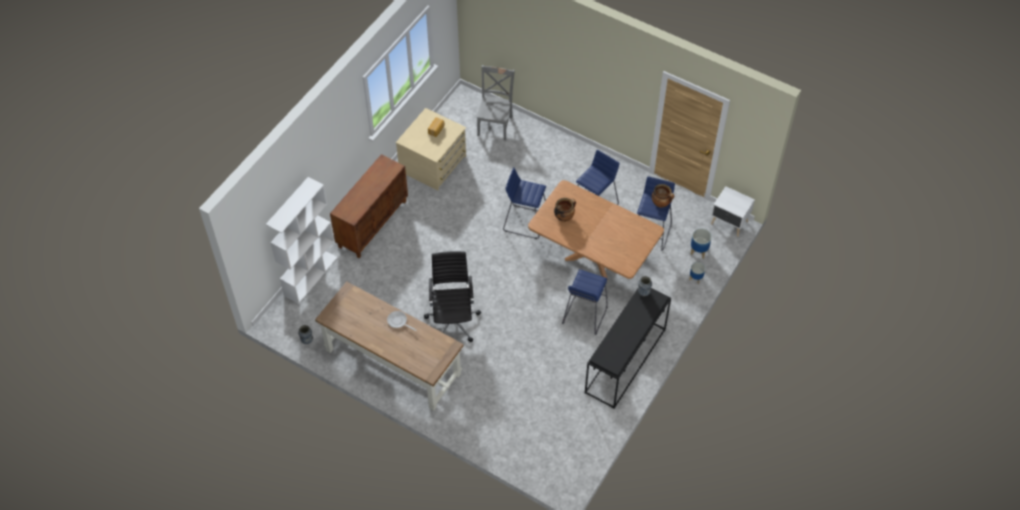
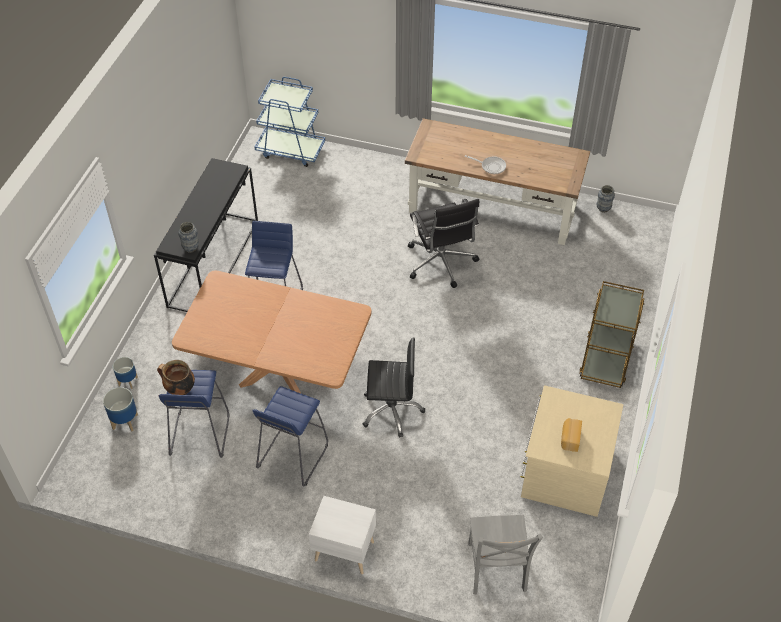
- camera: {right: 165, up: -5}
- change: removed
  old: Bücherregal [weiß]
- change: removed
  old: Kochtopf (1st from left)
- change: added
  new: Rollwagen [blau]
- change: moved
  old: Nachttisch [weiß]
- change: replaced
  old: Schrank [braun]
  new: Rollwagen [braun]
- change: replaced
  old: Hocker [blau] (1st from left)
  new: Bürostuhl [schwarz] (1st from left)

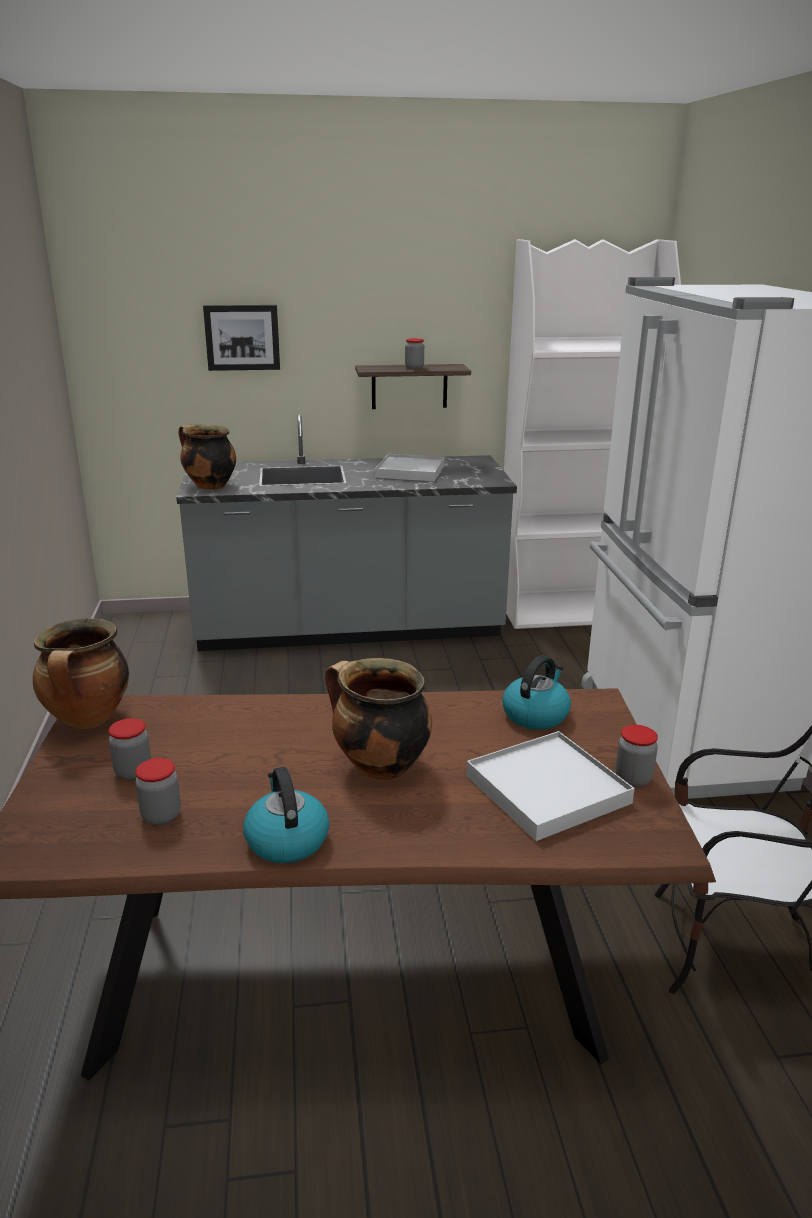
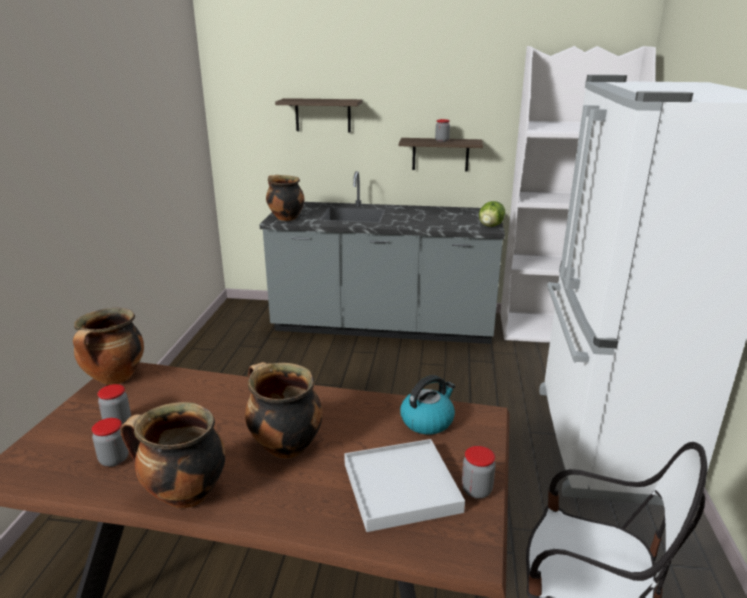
- camera: {right: 15, up: 0}
- change: removed
  old: Tablett [weiß] (1st from left)
- change: added
  new: Salatkopf
- change: replaced
  old: Bild
  new: Wandregal (1st from left)
- change: replaced
  old: Wasserkessel (1st from left)
  new: Kochtopf (2nd from left)

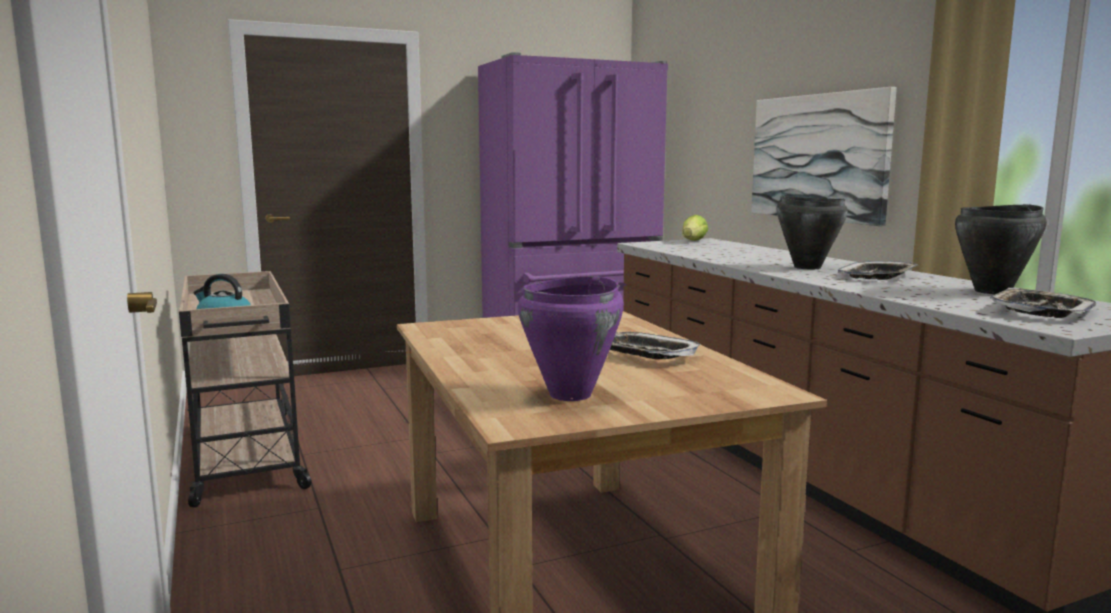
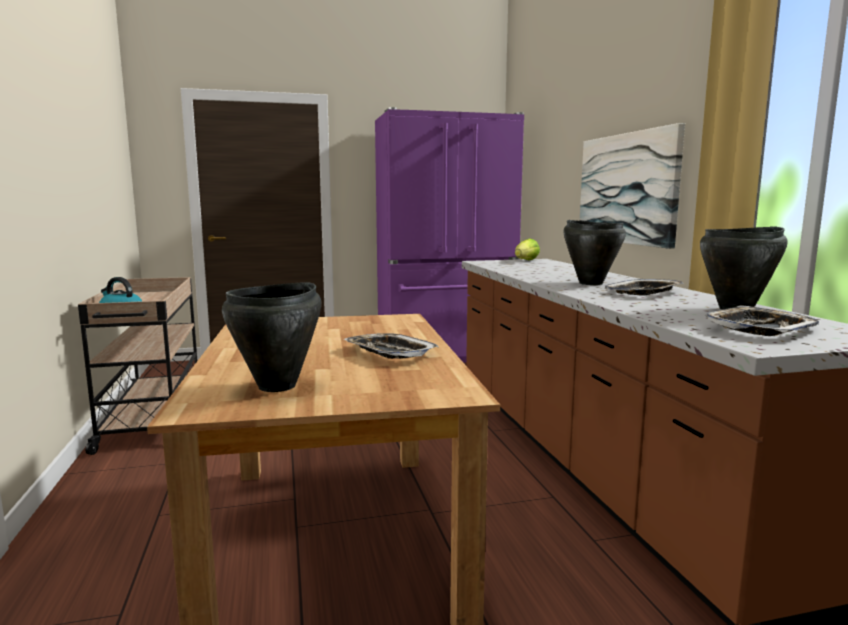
- camera: {right: 10, up: 0}
- change: recoloured
  old: Kochtopf [lila]
  new: Kochtopf [schwarz] (1st from left)

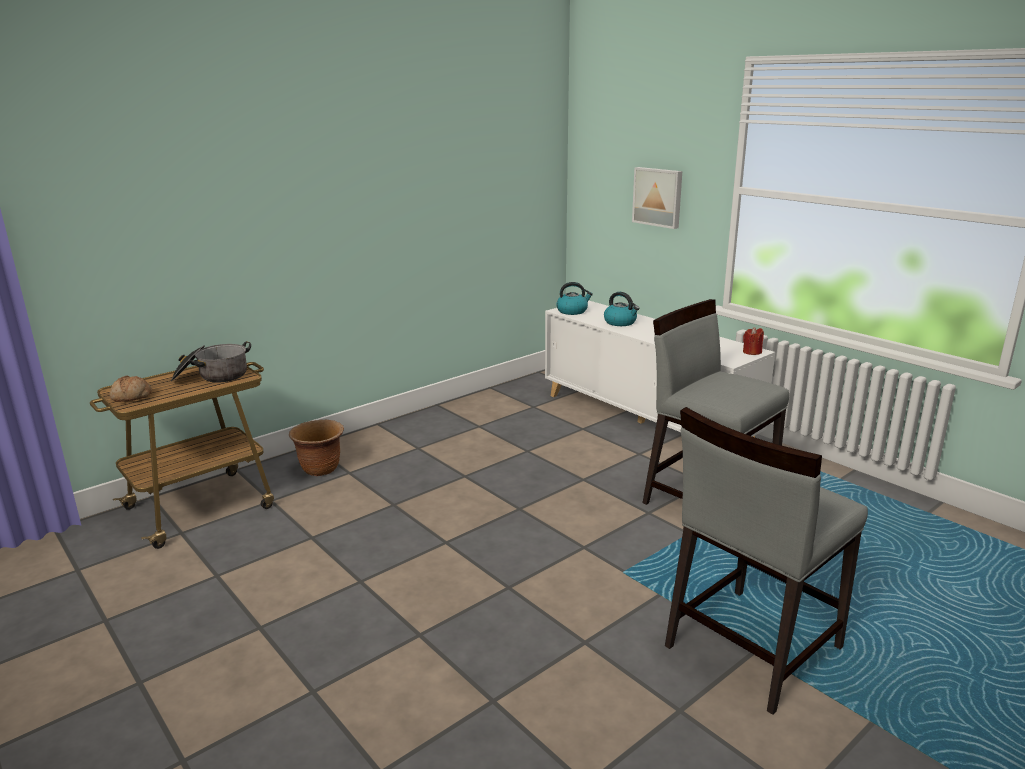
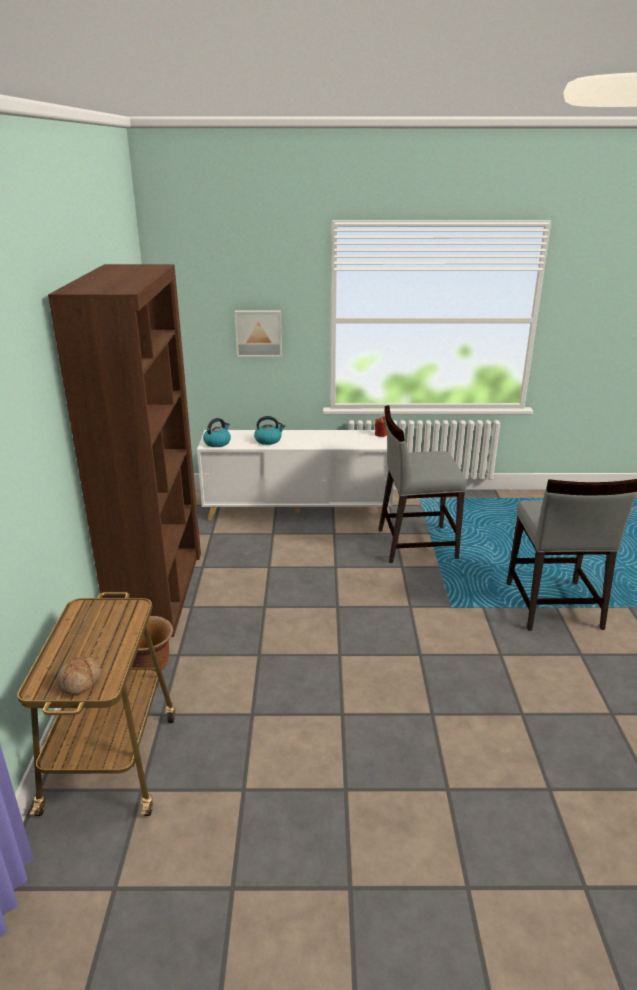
- camera: {right: -50, up: 5}
- change: removed
  old: Kochtopf
- change: added
  new: Bücherregal [braun]

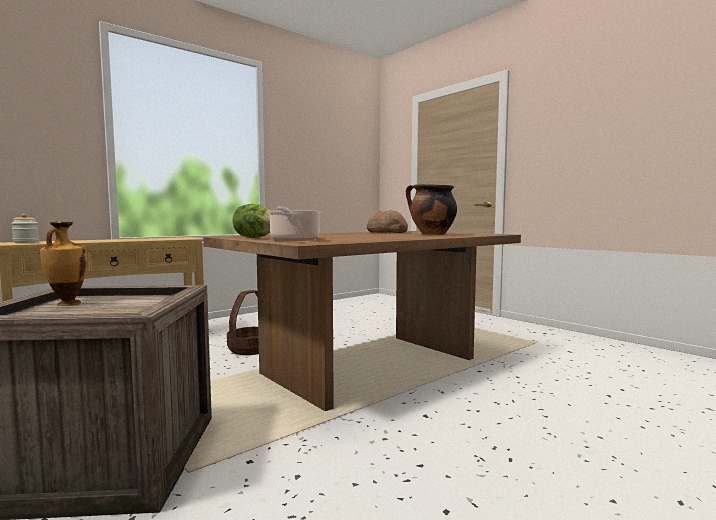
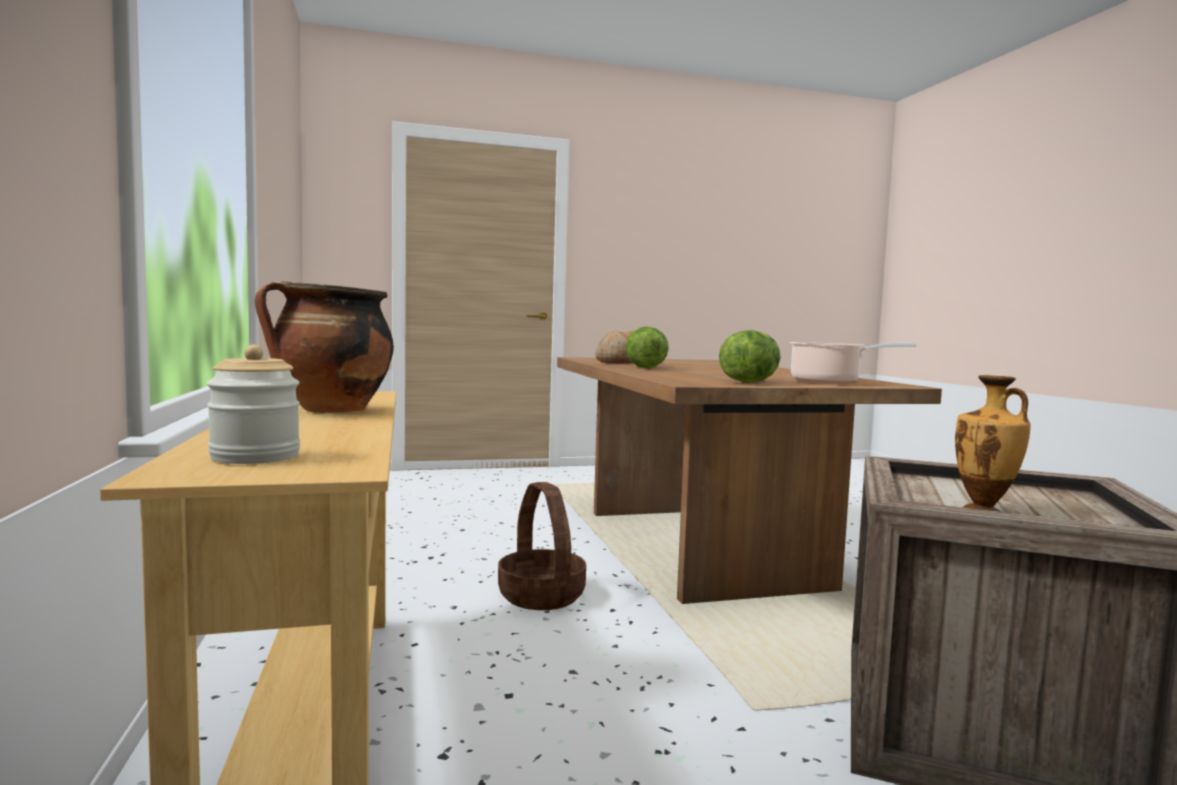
- camera: {right: -65, up: 0}
- change: added
  new: Salatkopf (1st from left)
- change: moved
  old: Kochtopf (2nd from left in the first image)
  new: Kochtopf (1st from left)

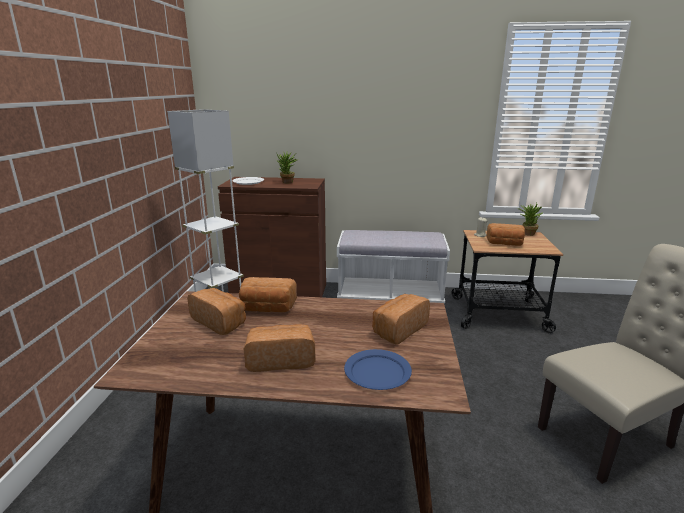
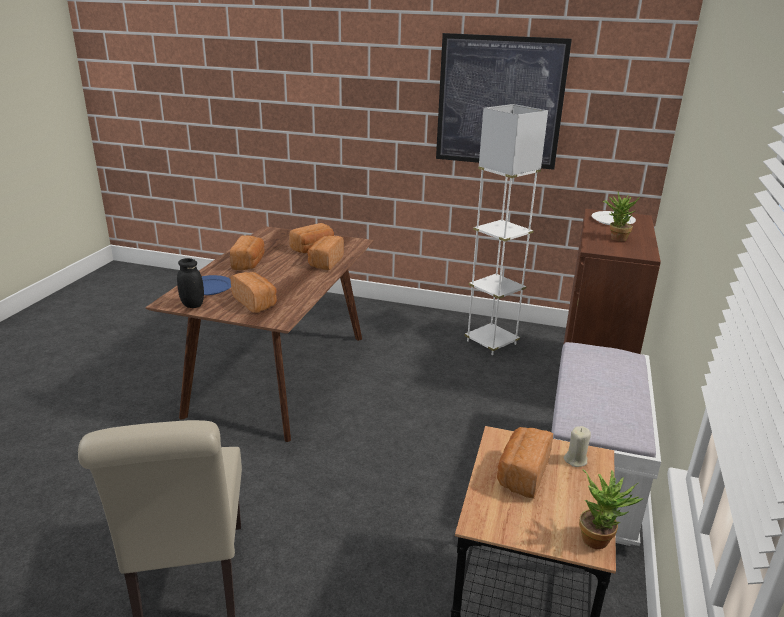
- camera: {right: 100, up: 5}
- change: added
  new: Vorratsglas [schwarz]
- change: added
  new: Bild

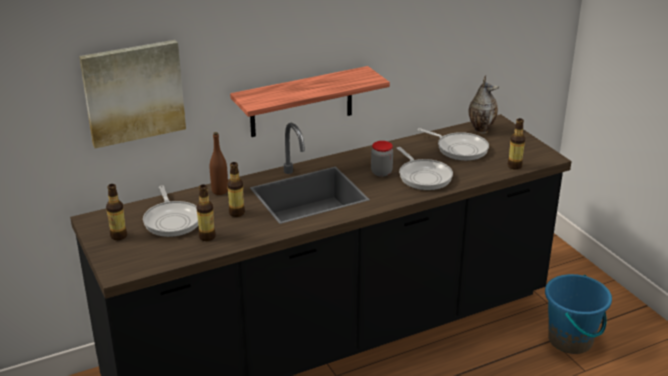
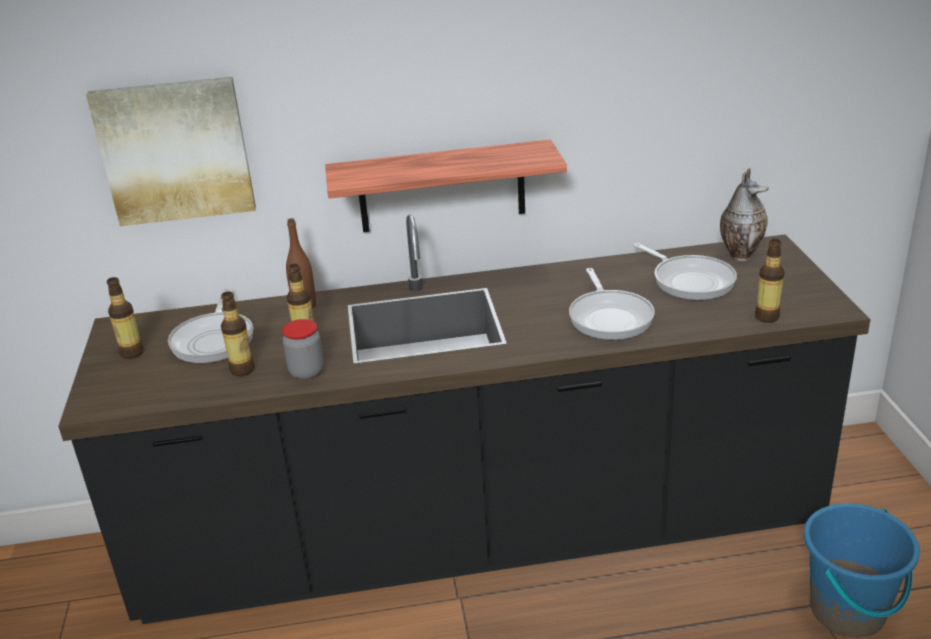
- camera: {right: 20, up: 0}
- change: moved
  old: Vorratsglas

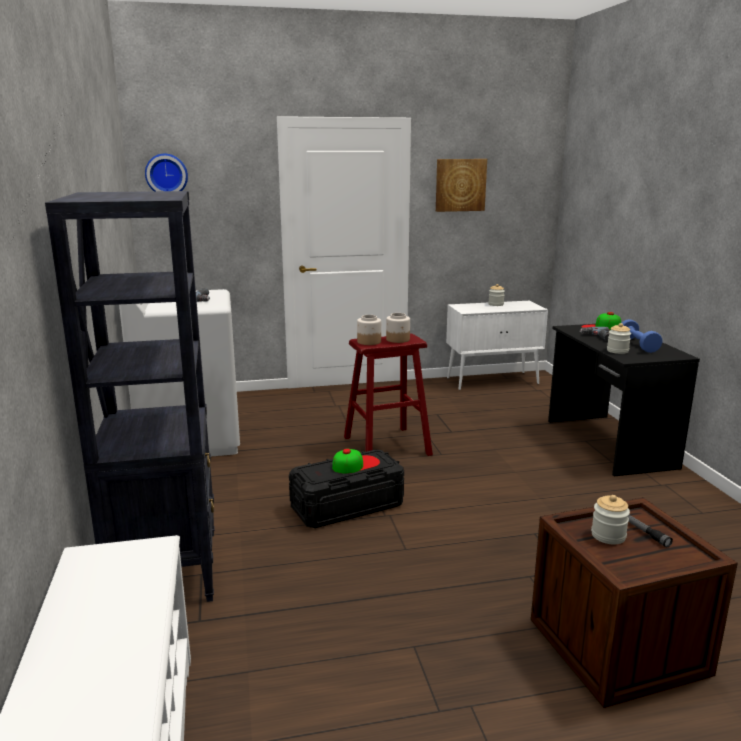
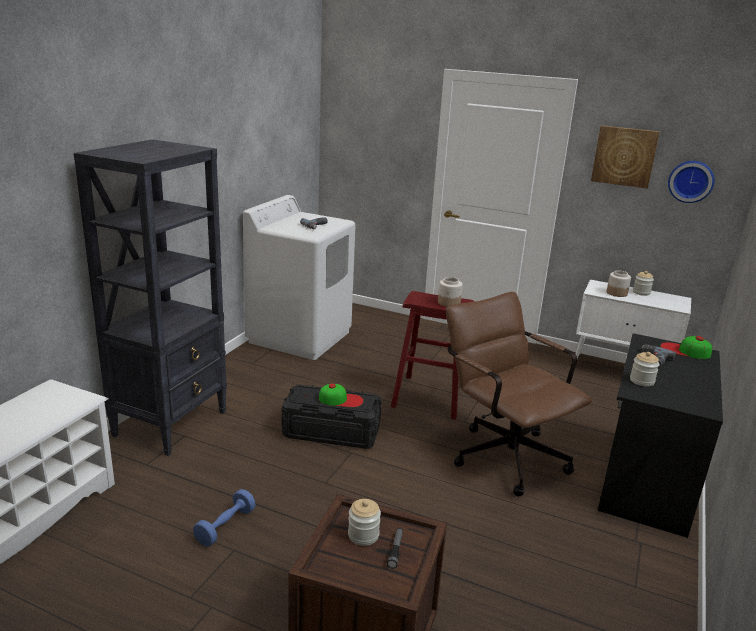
- camera: {right: 35, up: 5}
- change: added
  new: Bürostuhl [braun]
- change: moved
  old: Wanduhr
- change: moved
  old: Vorratsglas (1st from left in the first image)
  new: Vorratsglas (3rd from left)
- change: moved
  old: Hantel [blau]

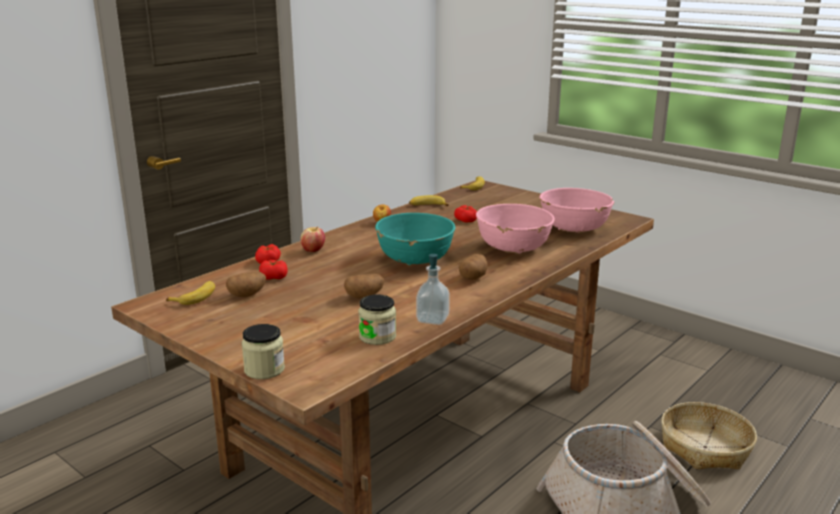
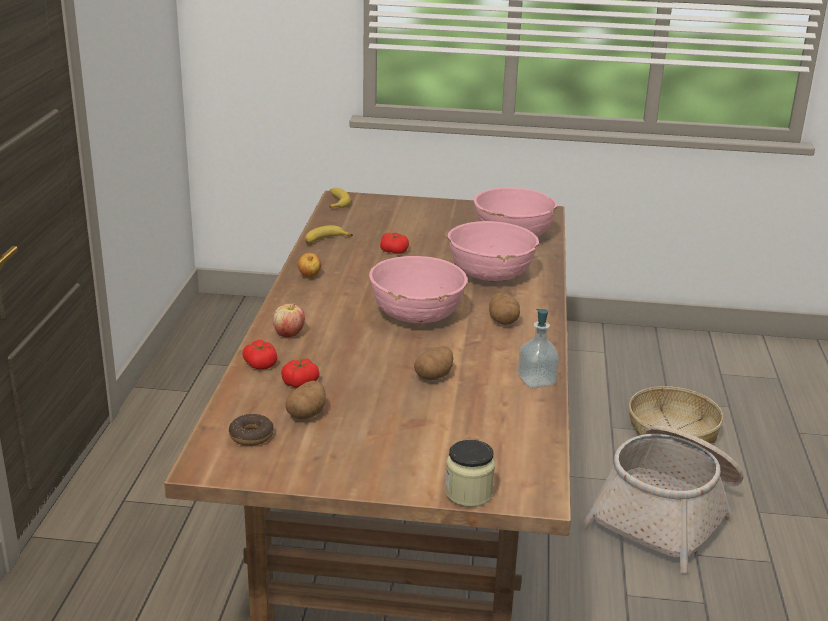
- camera: {right: -35, up: 5}
- change: removed
  old: Vorratsglas (2nd from left)
- change: replaced
  old: Banane (1st from left)
  new: Donut
- change: recoloured
  old: Schüssel [türkis]
  new: Schüssel [rosa] (1st from left)

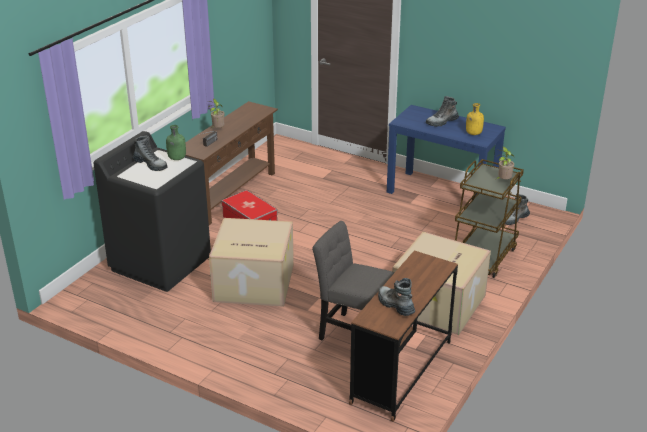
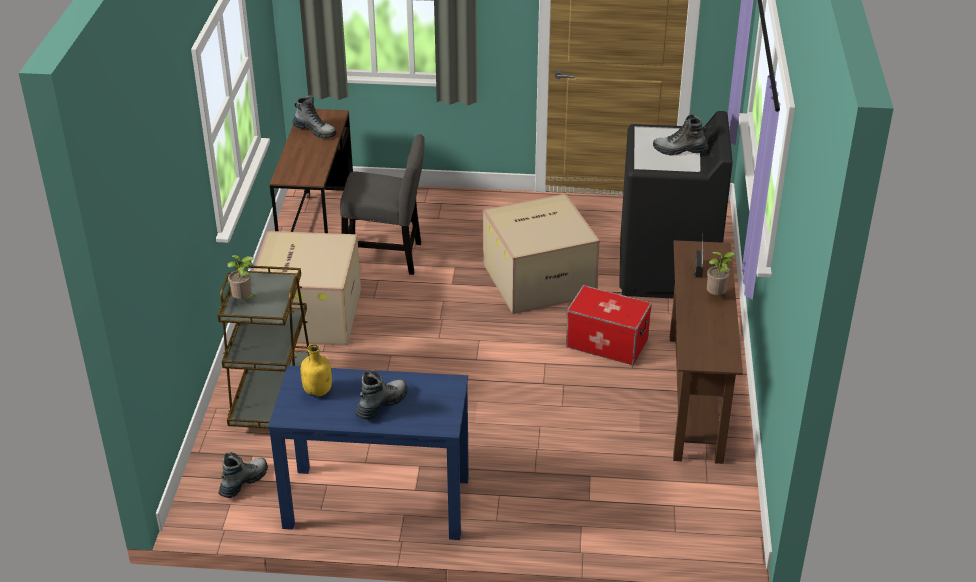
- camera: {right: 155, up: 5}
- change: removed
  old: Flasche [grün]

